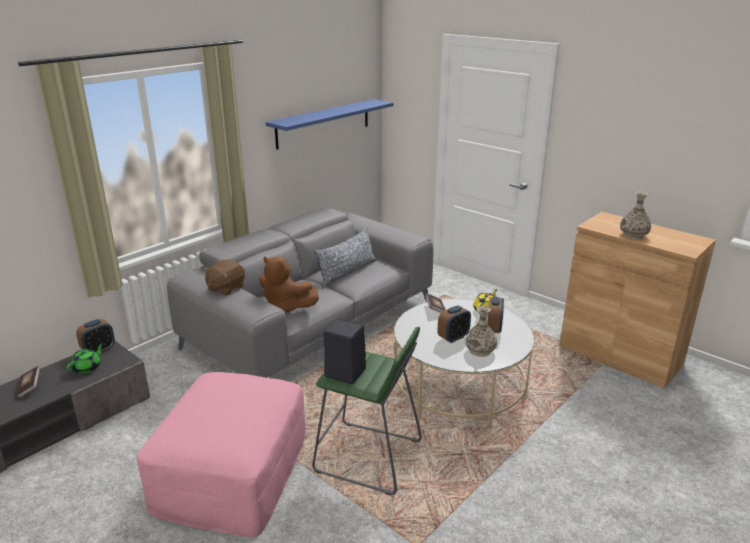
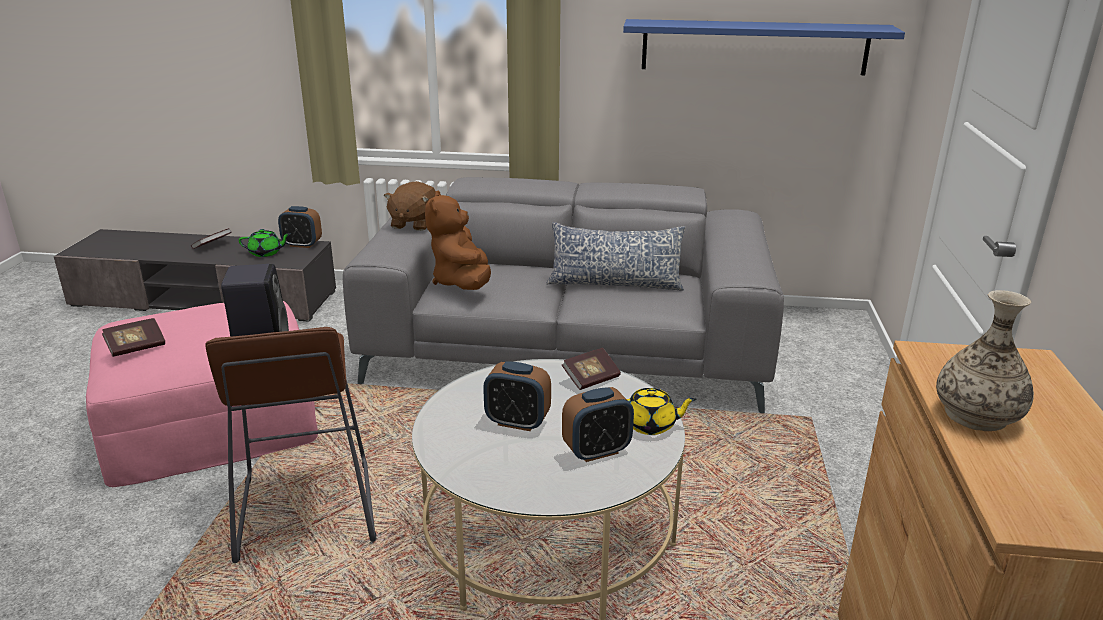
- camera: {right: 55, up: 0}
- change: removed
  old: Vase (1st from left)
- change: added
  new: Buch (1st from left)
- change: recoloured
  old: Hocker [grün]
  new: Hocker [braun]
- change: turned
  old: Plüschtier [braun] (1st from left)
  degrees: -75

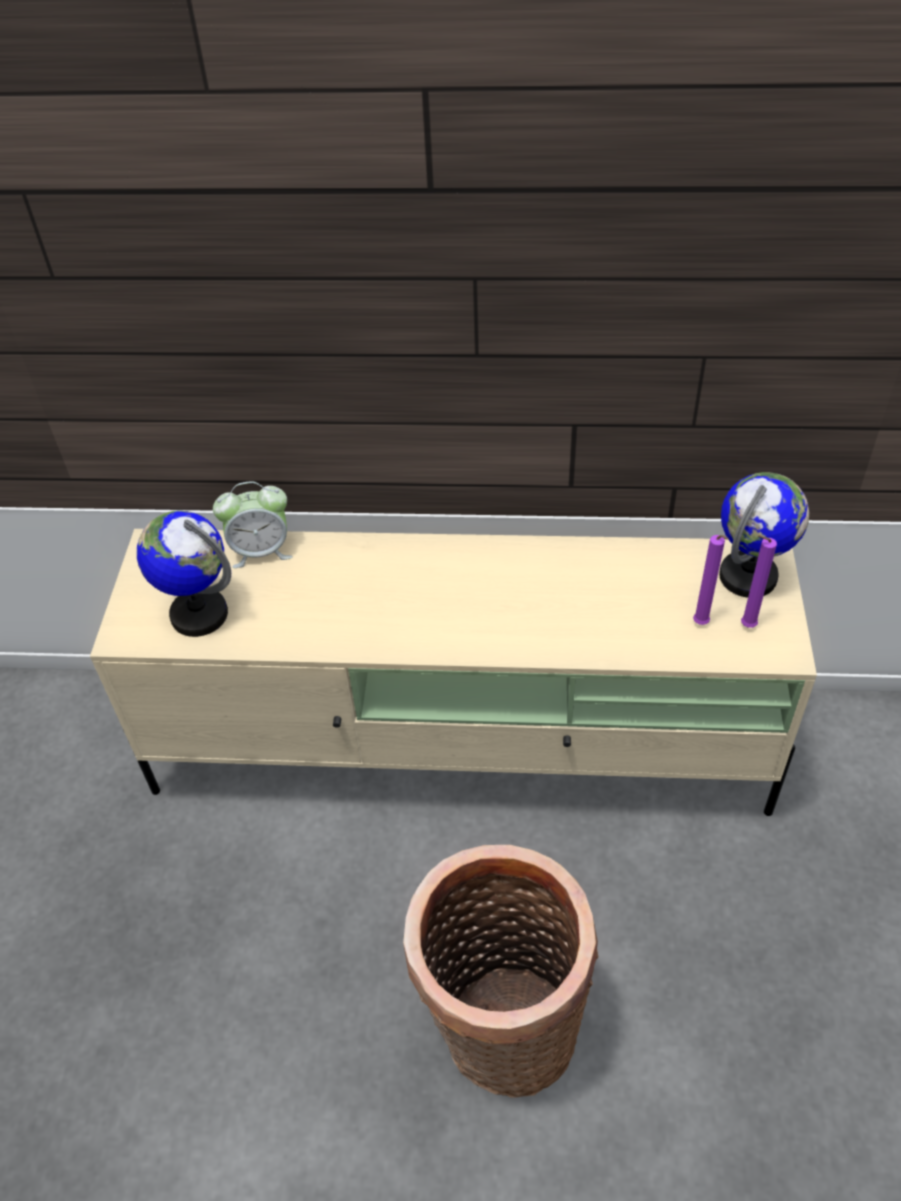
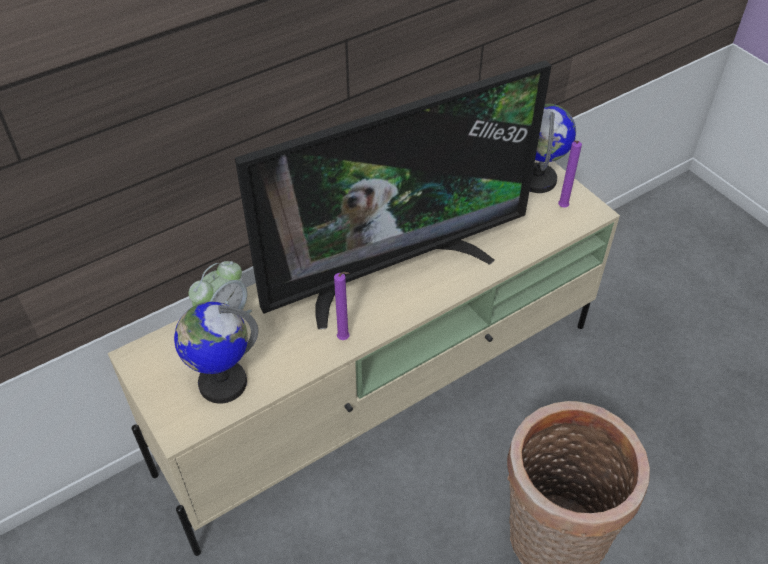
- camera: {right: -40, up: 0}
- change: added
  new: Fernseher
- change: moved
  old: Kerze [lila] (1st from left)

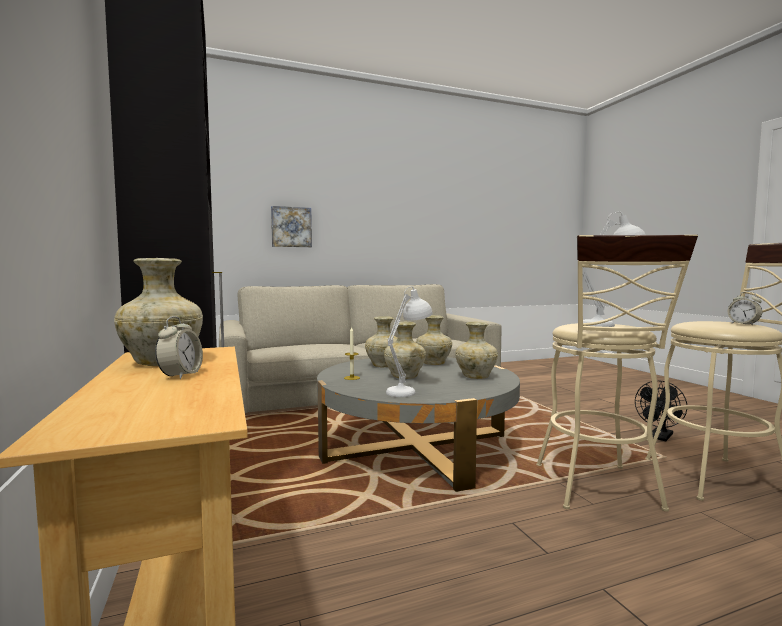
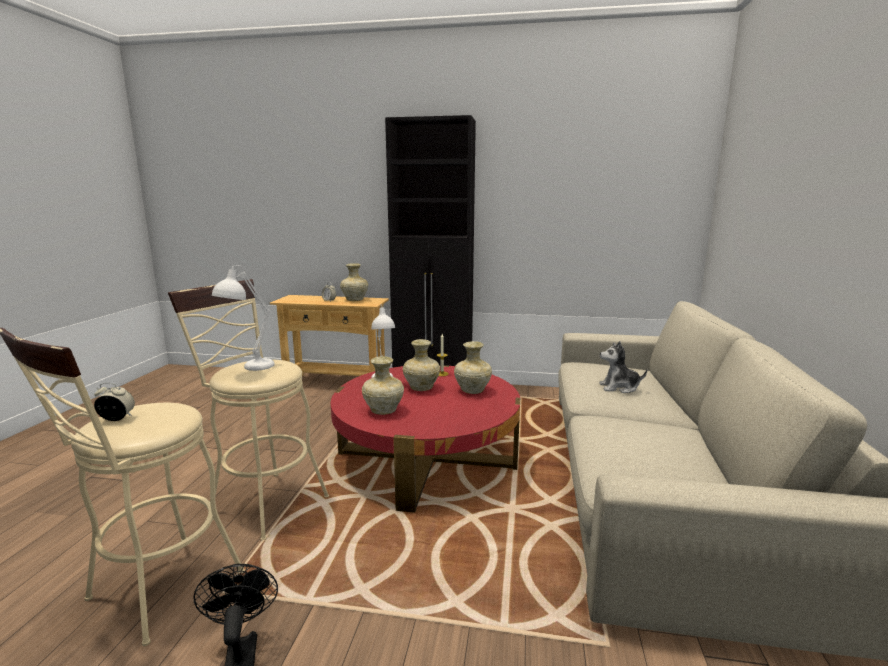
- camera: {right: 120, up: 10}
- change: removed
  old: Bild
- change: removed
  old: Vase [beige] (4th from left)
- change: added
  new: Plüschtier
- change: recoloured
  old: Couchtisch [grau]
  new: Couchtisch [rot]

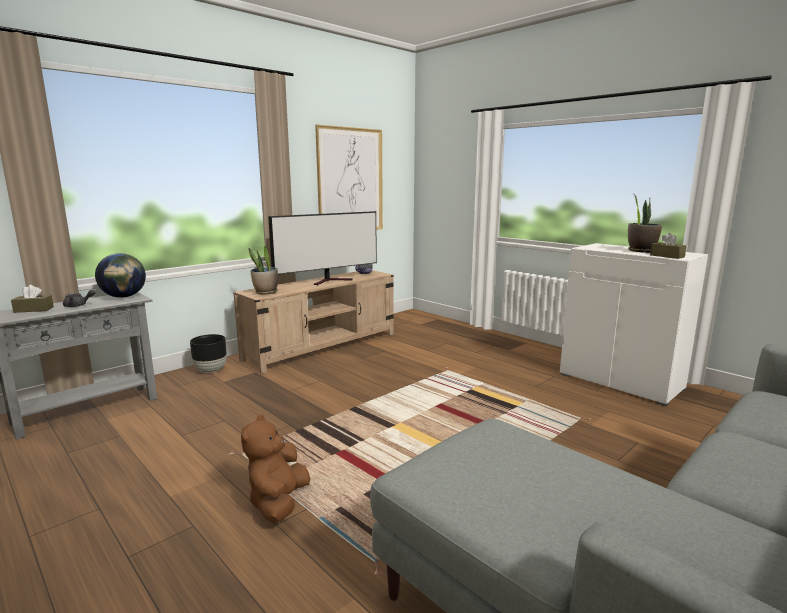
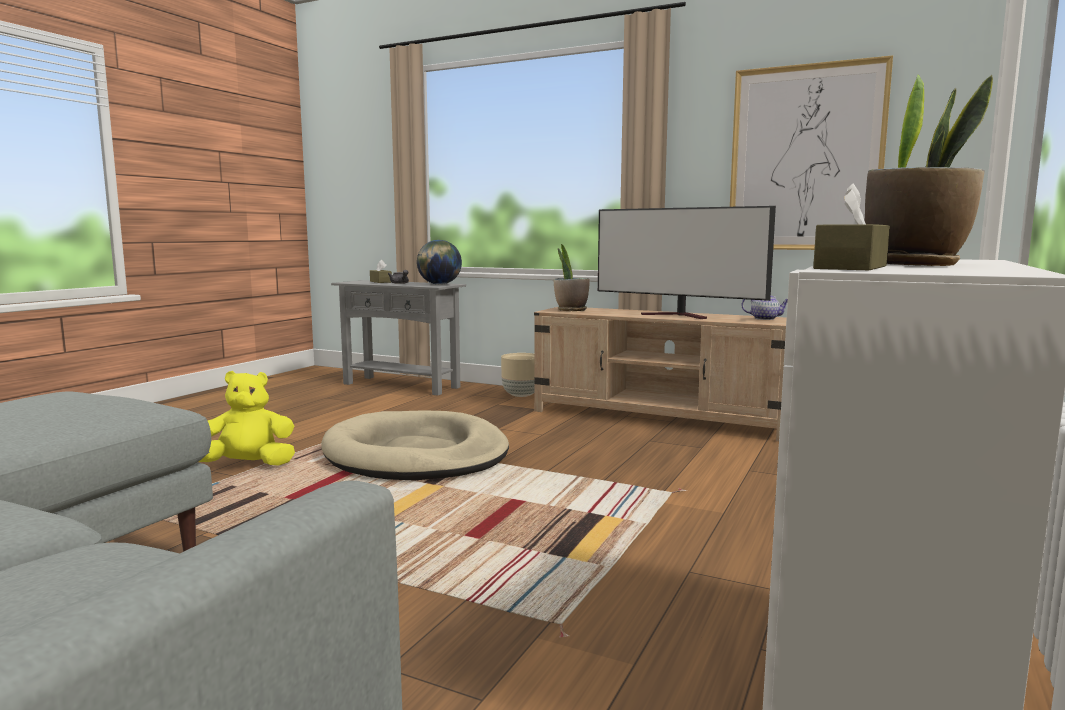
- camera: {right: 70, up: -5}
- change: added
  new: Hundebett [beige]
- change: recoloured
  old: Pflanzkübel [schwarz]
  new: Pflanzkübel [beige]
- change: recoloured
  old: Plüschtier [braun]
  new: Plüschtier [gelb]

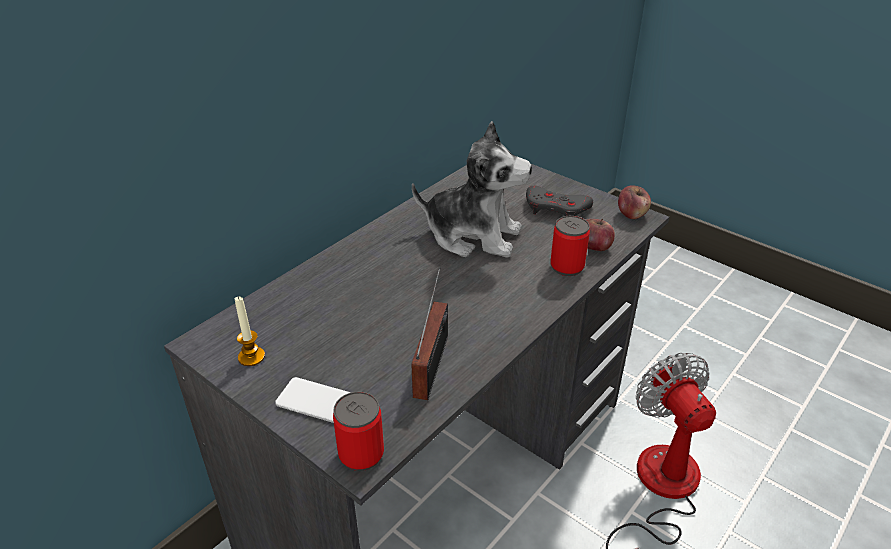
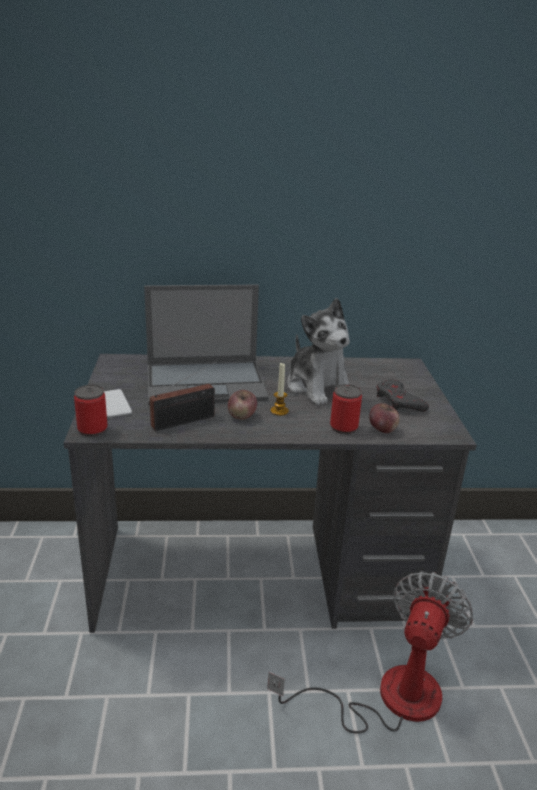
- camera: {right: 45, up: -10}
- change: added
  new: Laptop
- change: moved
  old: Kerze
- change: moved
  old: Apfel (2nd from left in the first image)
  new: Apfel (1st from left)

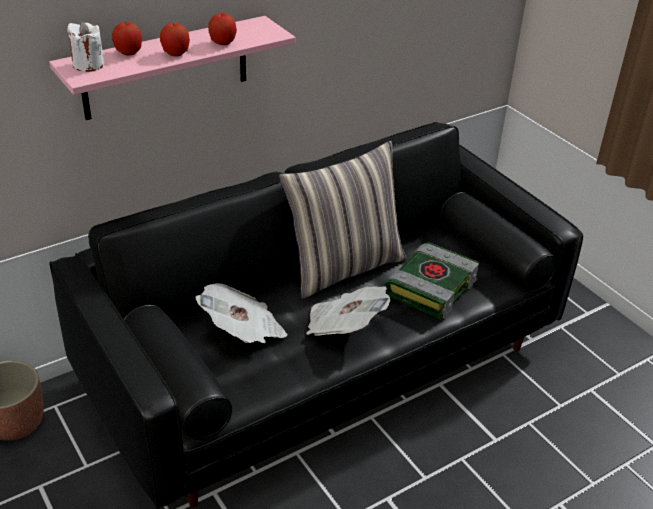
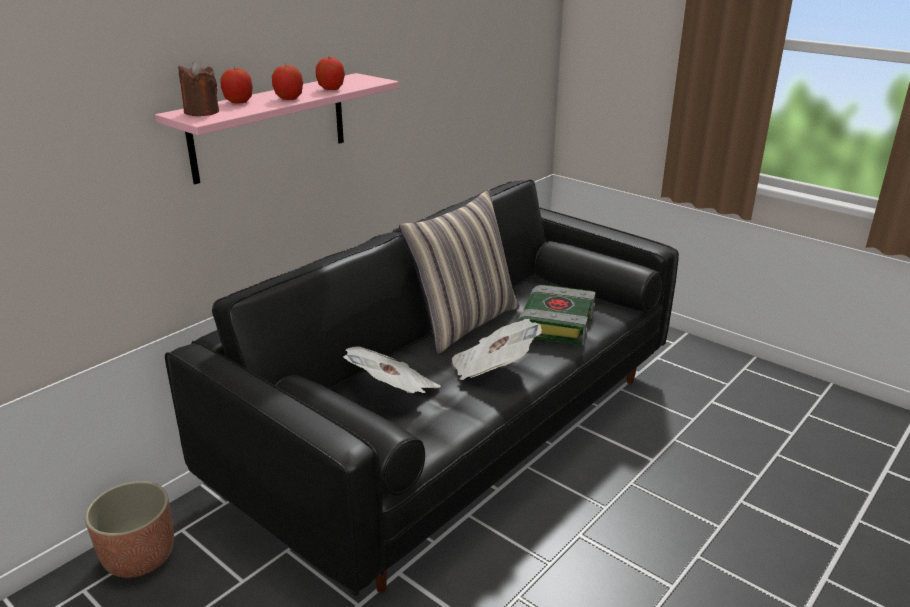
- camera: {right: -15, up: -10}
- change: recoloured
  old: Kerze [weiß]
  new: Kerze [braun]

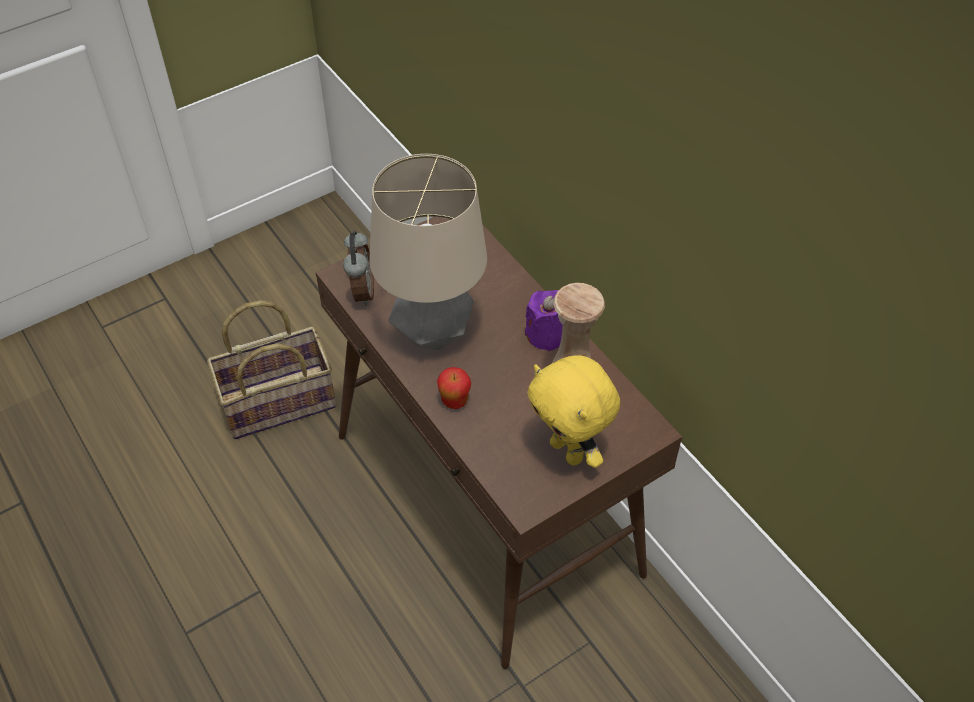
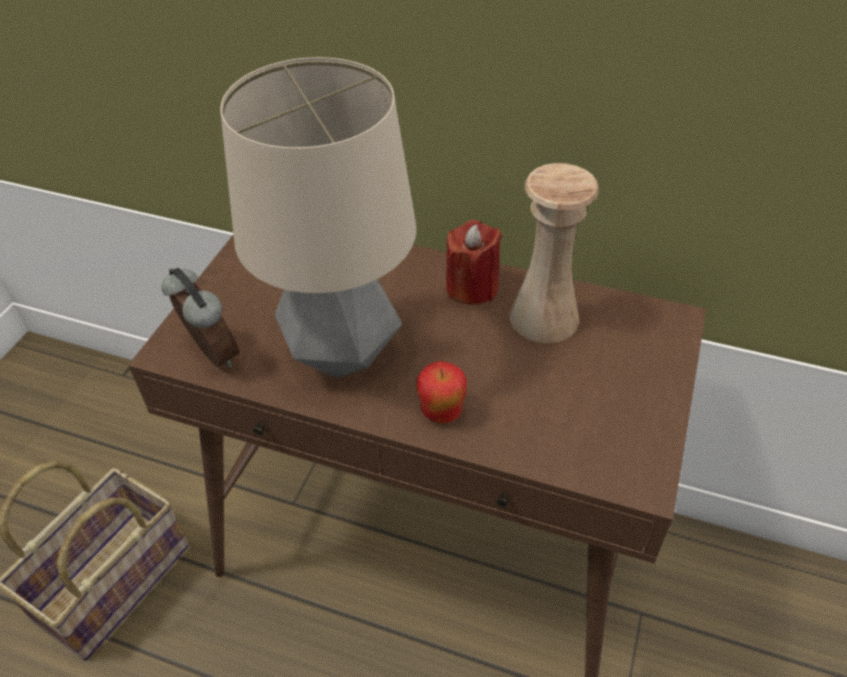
- camera: {right: -35, up: -5}
- change: removed
  old: Plüschtier [gelb]
- change: recoloured
  old: Kerze [lila]
  new: Kerze [rot]

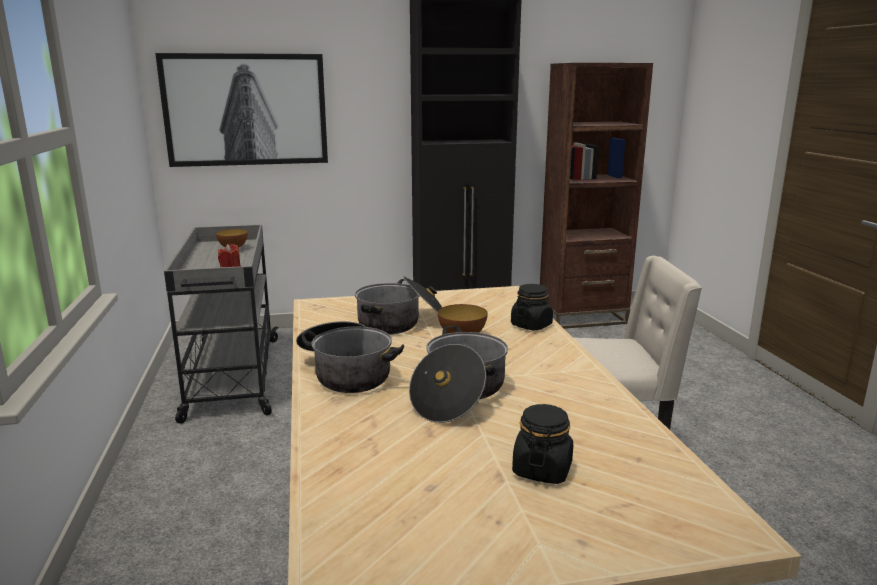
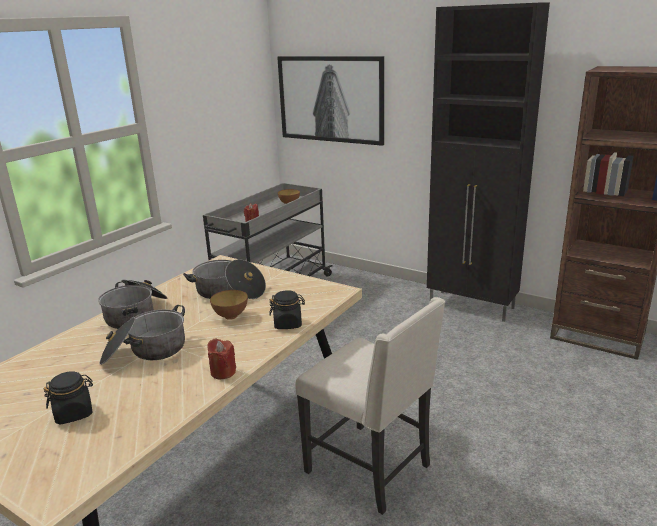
- camera: {right: 45, up: 5}
- change: added
  new: Kerze [rot] (1st from left)

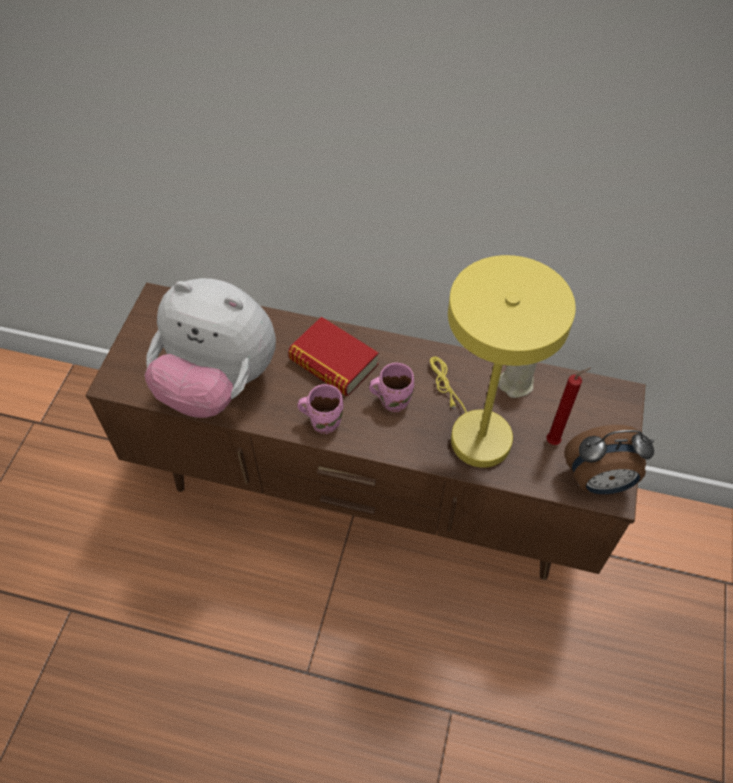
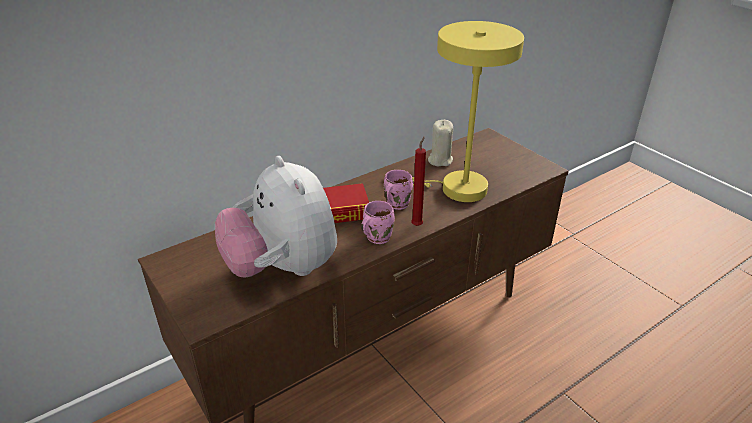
- camera: {right: -50, up: -20}
- change: removed
  old: Wecker
- change: moved
  old: Kerze [rot]
- change: turned
  old: Plüschtier
  degrees: 90

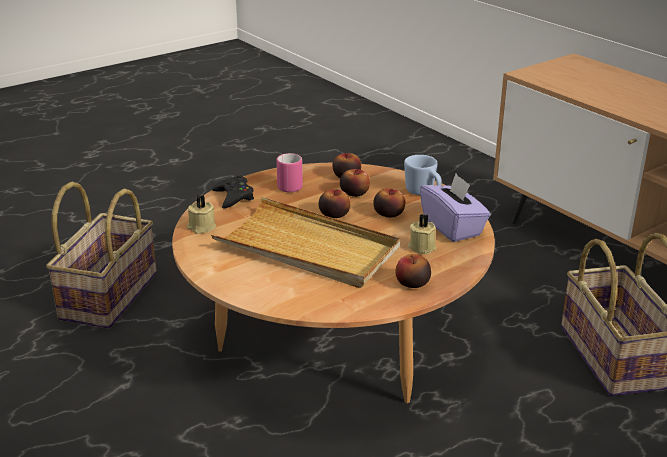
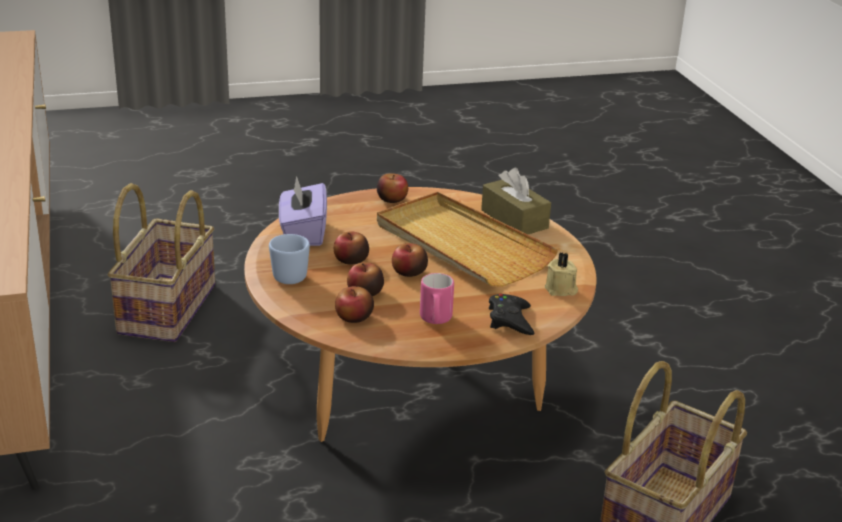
- camera: {right: -160, up: 0}
- change: removed
  old: Kerze [beige] (2nd from left)
- change: added
  new: Taschentuchbox [braun]

